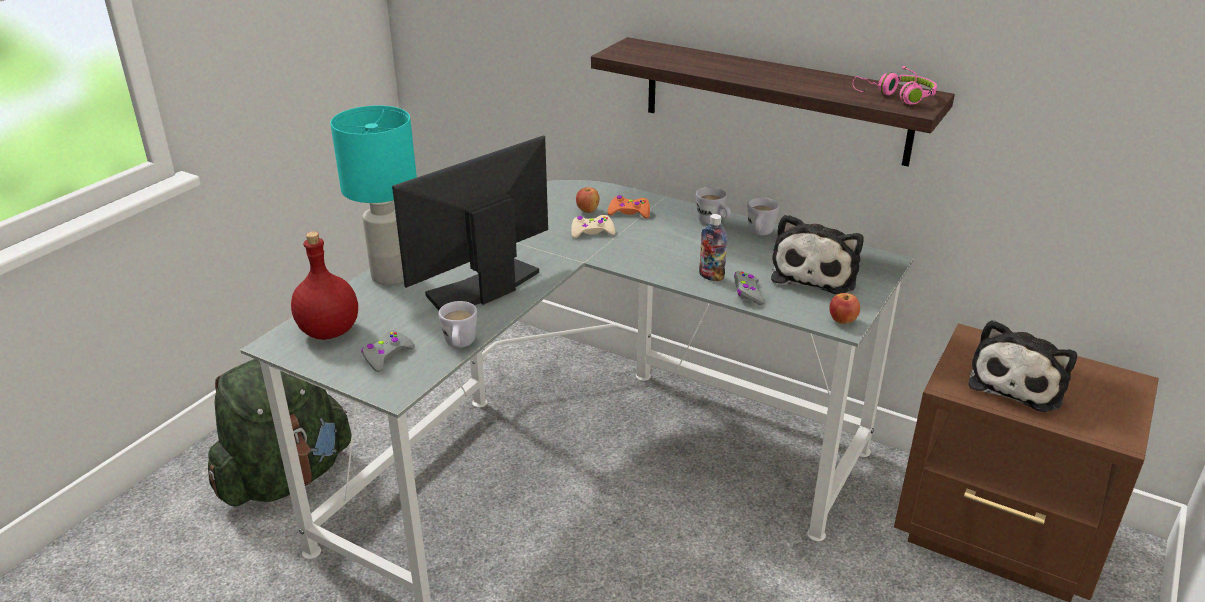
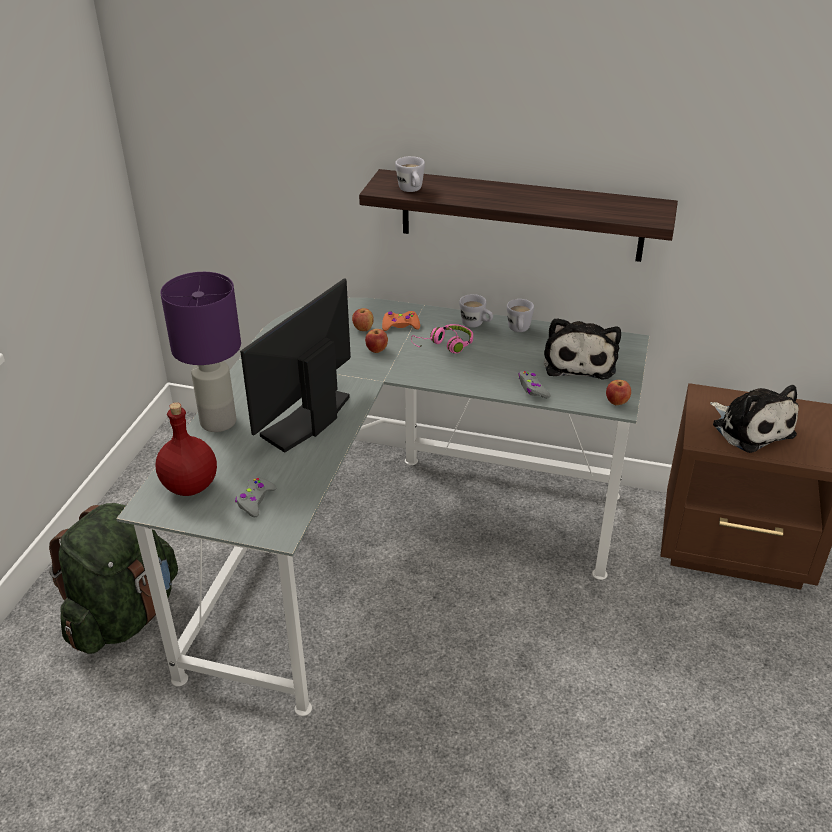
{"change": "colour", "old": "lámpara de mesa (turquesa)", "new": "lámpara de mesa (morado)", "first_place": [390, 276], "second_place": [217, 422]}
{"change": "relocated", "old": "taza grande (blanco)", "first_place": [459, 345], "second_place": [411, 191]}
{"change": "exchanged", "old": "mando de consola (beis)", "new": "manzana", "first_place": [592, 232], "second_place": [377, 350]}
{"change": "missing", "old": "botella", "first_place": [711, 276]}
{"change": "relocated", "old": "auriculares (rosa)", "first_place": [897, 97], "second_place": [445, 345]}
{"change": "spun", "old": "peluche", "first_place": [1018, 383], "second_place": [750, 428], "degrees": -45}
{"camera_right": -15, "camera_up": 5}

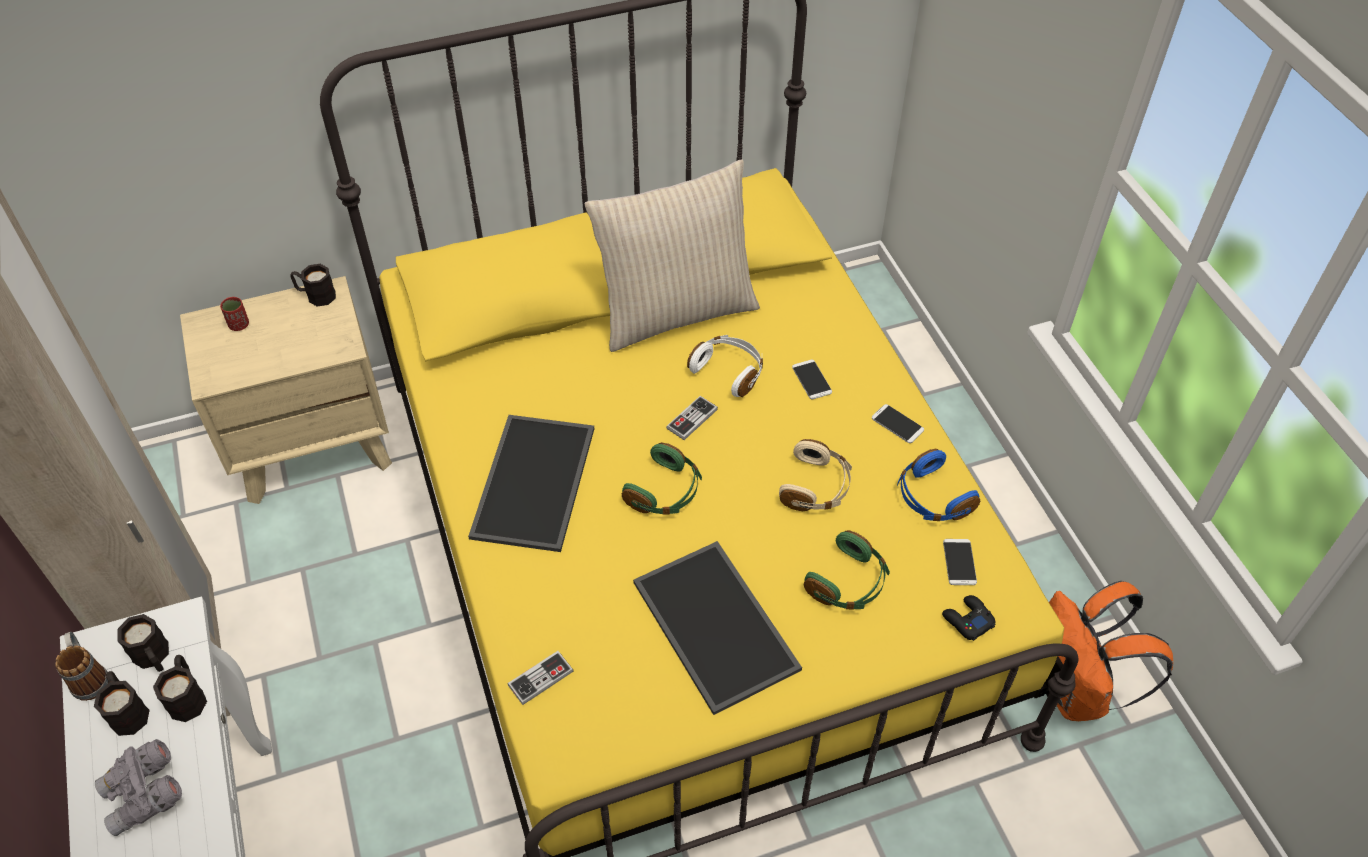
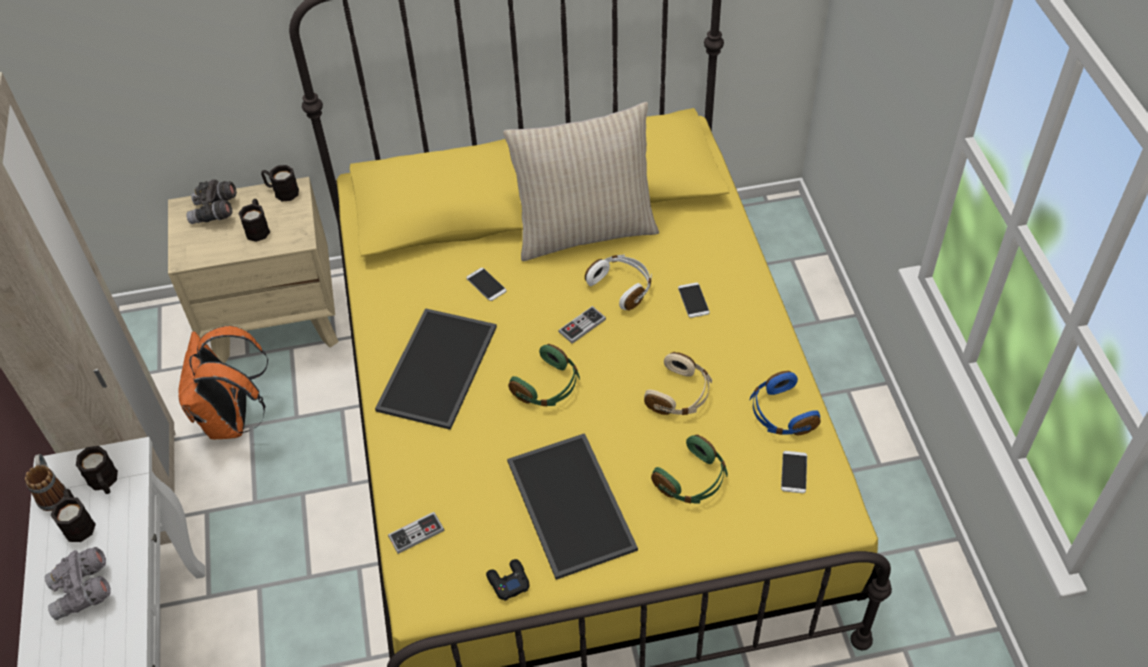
{"change": "relocated", "old": "taza grande (negro)", "first_place": [187, 696], "second_place": [258, 228]}
{"change": "exchanged", "old": "taza (rojo)", "new": "prismáticos (gris)", "first_place": [239, 325], "second_place": [215, 212]}
{"change": "relocated", "old": "móvil", "first_place": [897, 424], "second_place": [486, 284]}
{"change": "relocated", "old": "mando de consola (negro)", "first_place": [967, 620], "second_place": [508, 581]}
{"change": "relocated", "old": "mochila (naranja)", "first_place": [1076, 691], "second_place": [233, 420]}
{"camera_right": 10, "camera_up": 0}

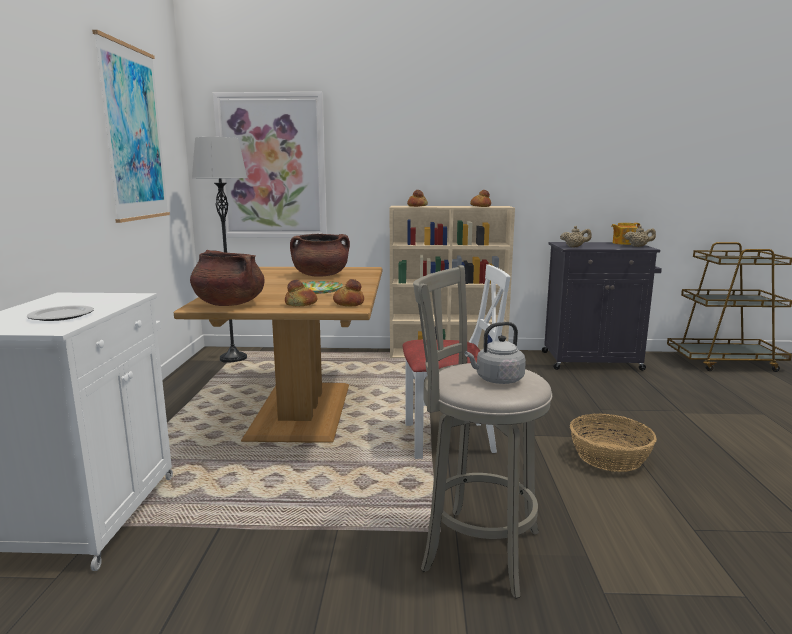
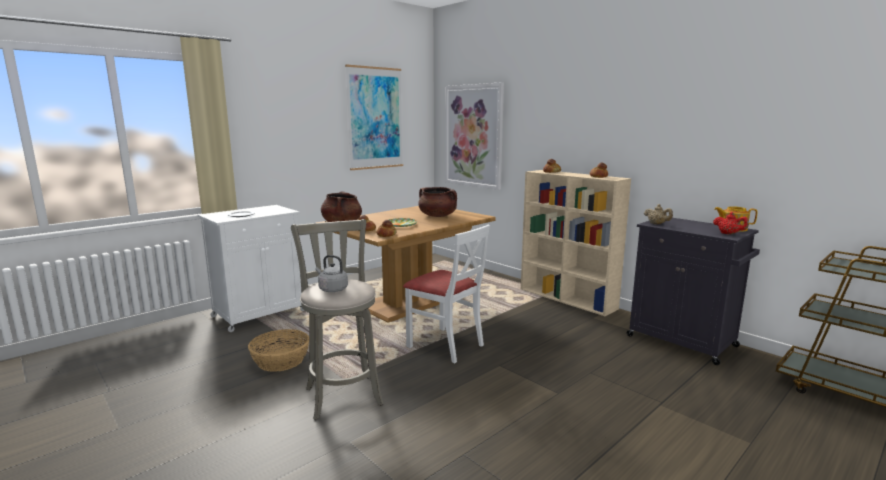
{"change": "missing", "old": "lámpara de pie (gris)", "first_place": [233, 358]}
{"change": "relocated", "old": "cesta", "first_place": [610, 457], "second_place": [281, 361]}
{"change": "colour", "old": "tetera (beis)", "new": "tetera (rojo)", "first_place": [638, 246], "second_place": [729, 234]}
{"camera_right": 45, "camera_up": 0}

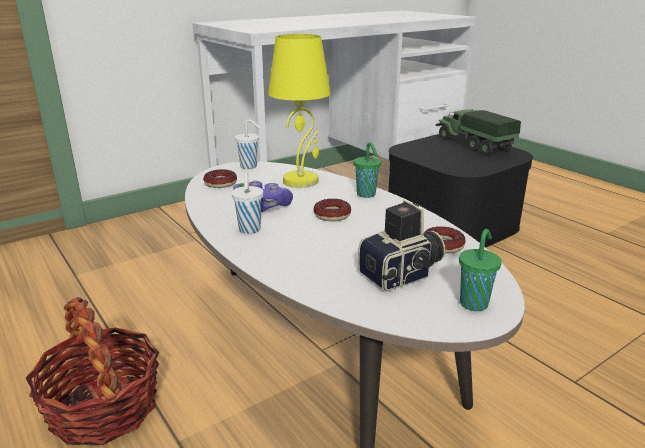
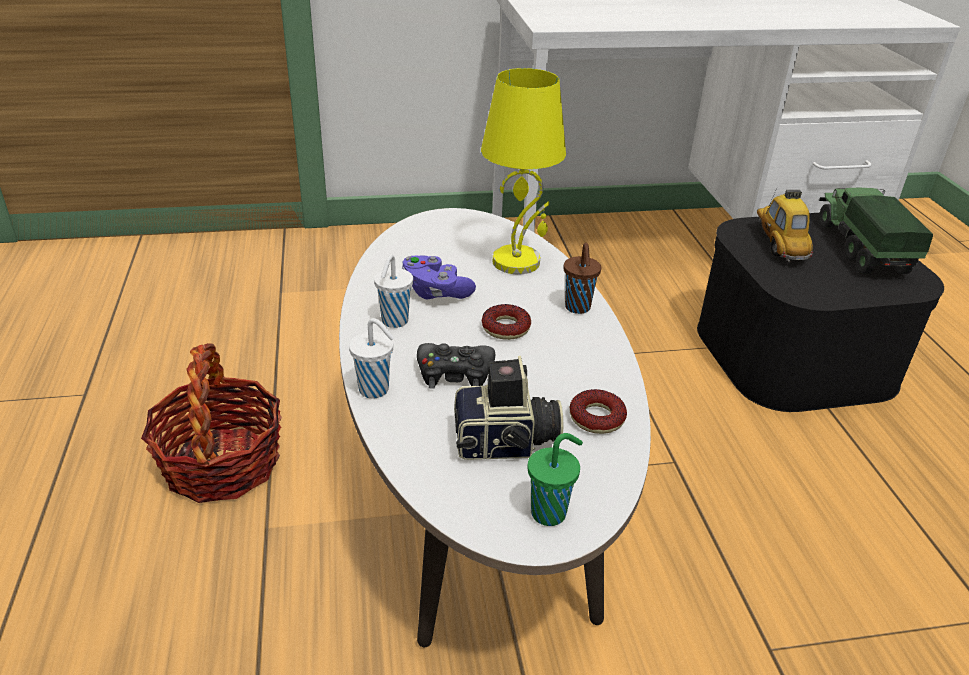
{"change": "missing", "old": "rosquilla", "first_place": [220, 183]}
{"change": "relocated", "old": "taza (blanco)", "first_place": [249, 166], "second_place": [375, 390]}
{"change": "colour", "old": "taza (verde)", "new": "taza (marrón)", "first_place": [367, 195], "second_place": [578, 308]}
{"change": "appeared", "new": "mando de consola (negro)", "second_place": [455, 373]}
{"change": "appeared", "new": "coche de juguete", "second_place": [778, 245]}
{"camera_right": 25, "camera_up": 10}

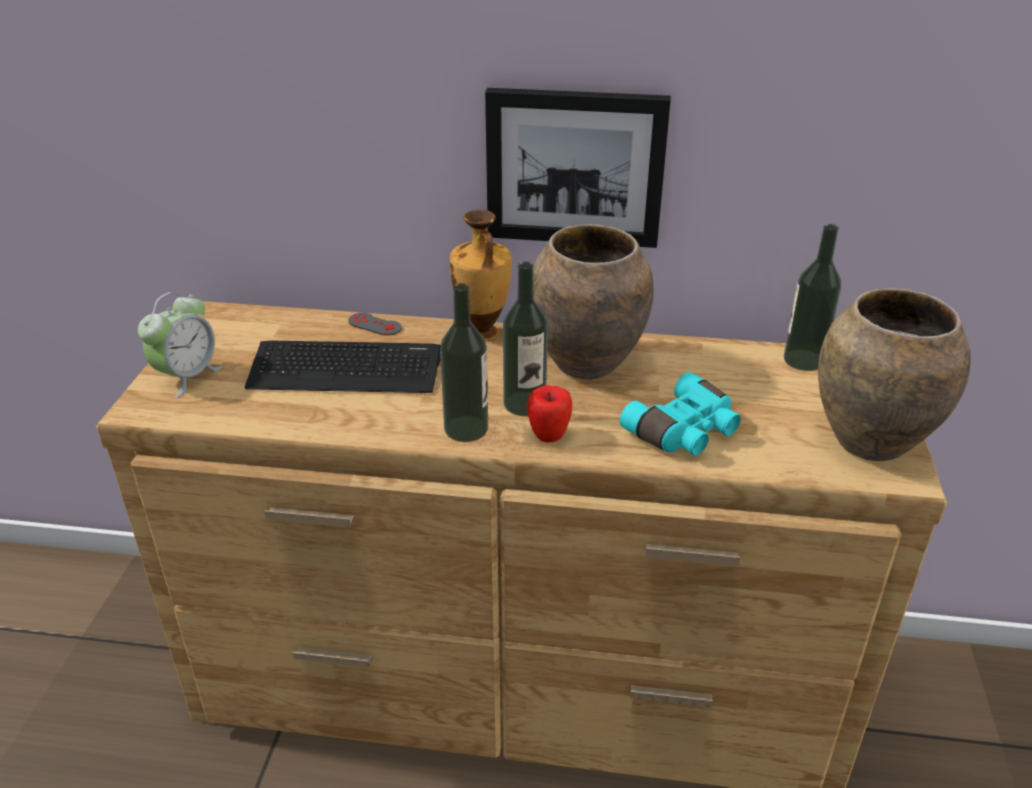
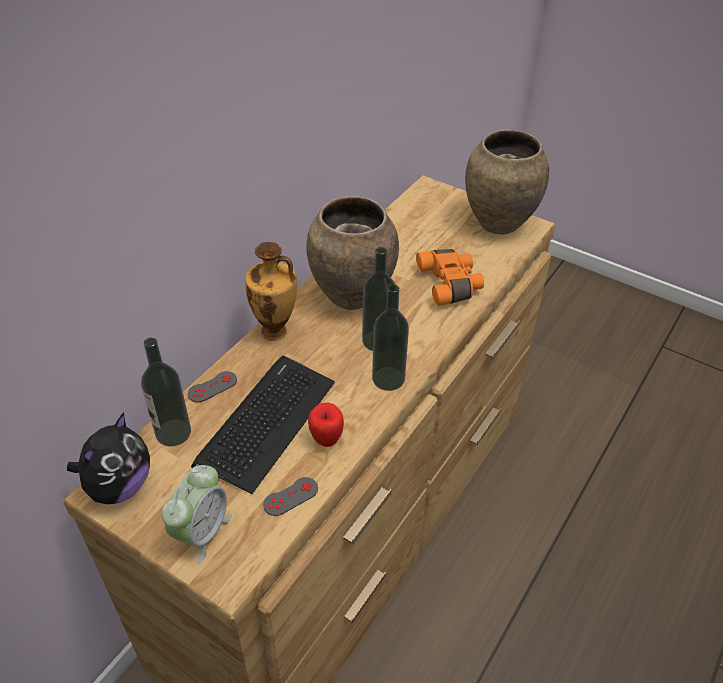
{"change": "spun", "old": "despertador", "first_place": [187, 377], "second_place": [201, 532], "degrees": 60}
{"change": "missing", "old": "cuadro", "first_place": [575, 167]}
{"change": "relocated", "old": "manzana", "first_place": [549, 436], "second_place": [326, 439]}
{"change": "colour", "old": "prismáticos (turquesa)", "new": "prismáticos (naranja)", "first_place": [685, 432], "second_place": [450, 284]}
{"change": "relocated", "old": "botella", "first_place": [803, 360], "second_place": [173, 432]}
{"change": "appeared", "new": "peluche", "second_place": [119, 486]}
{"change": "appeared", "new": "mando de consola (gris)", "second_place": [291, 496]}
{"camera_right": -65, "camera_up": 10}

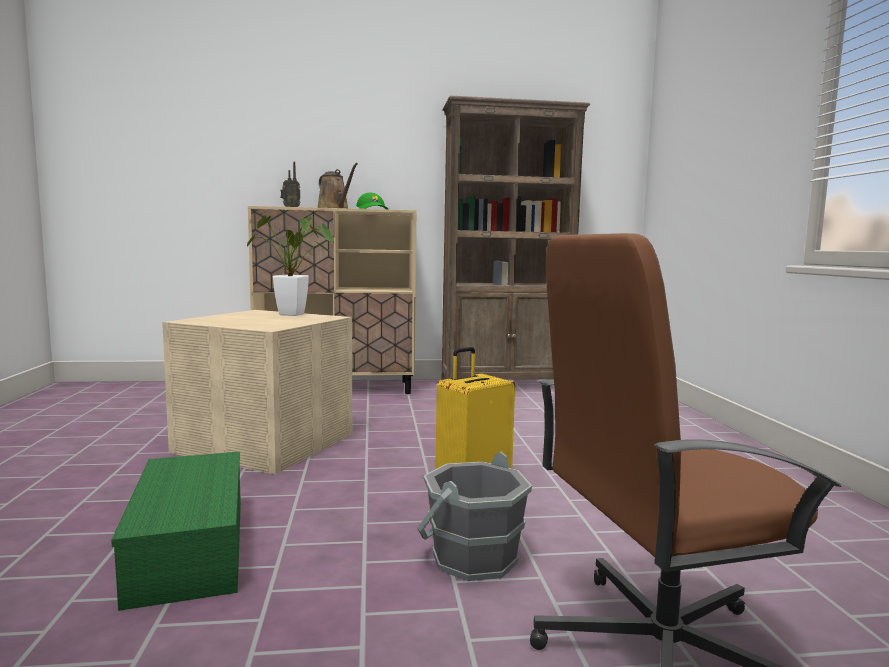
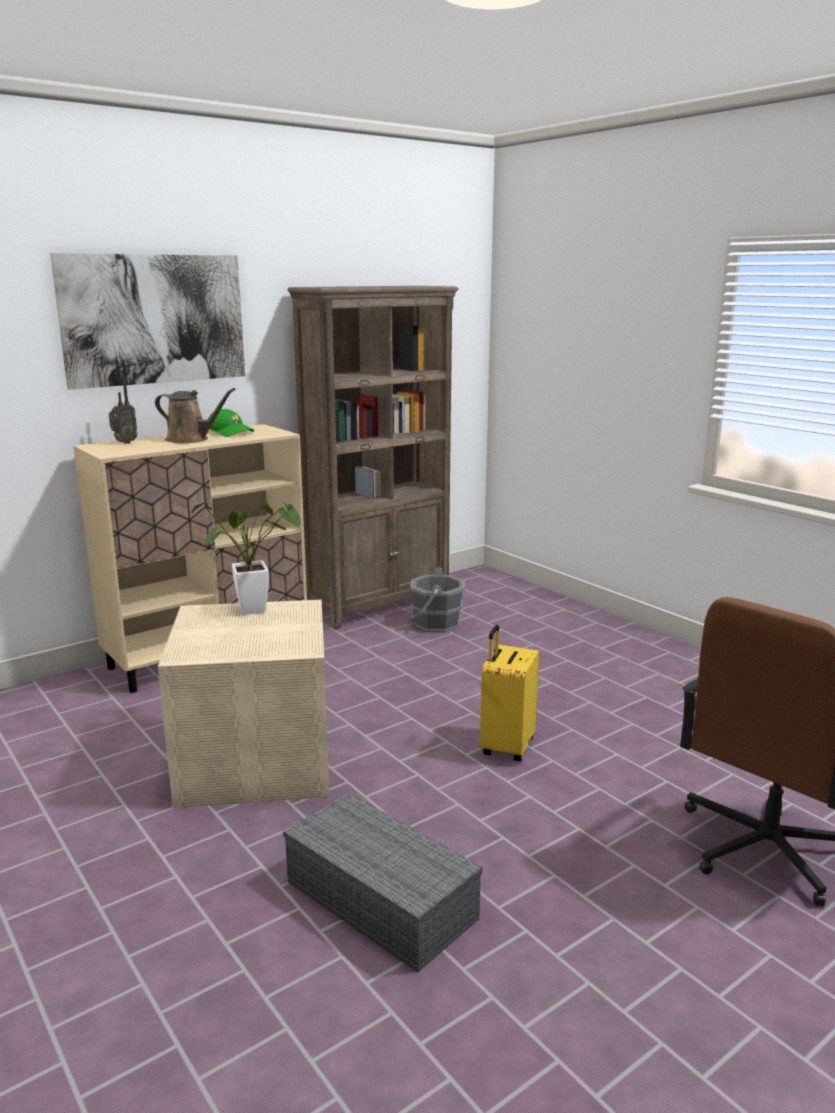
{"change": "colour", "old": "caja de almacenaje (verde)", "new": "caja de almacenaje (gris)", "first_place": [192, 549], "second_place": [384, 900]}
{"change": "relocated", "old": "cubo (gris)", "first_place": [472, 557], "second_place": [436, 624]}
{"change": "appeared", "new": "cuadro", "second_place": [154, 319]}
{"camera_right": -30, "camera_up": 10}

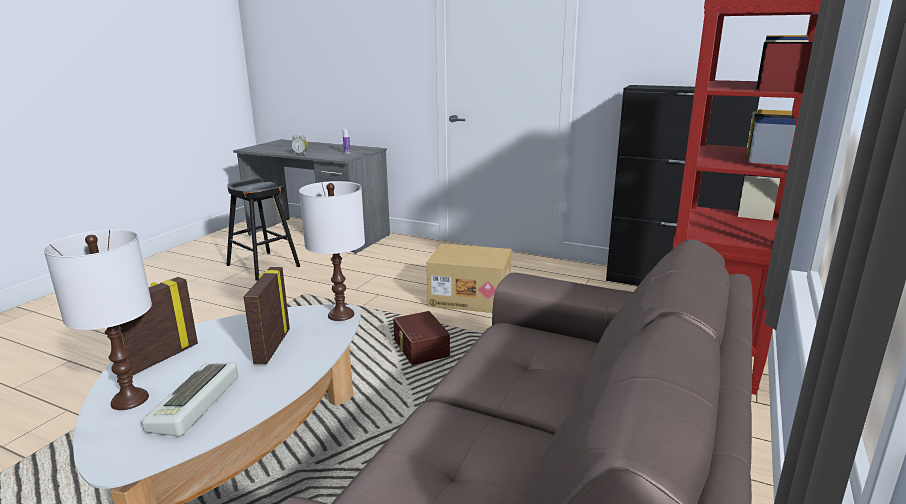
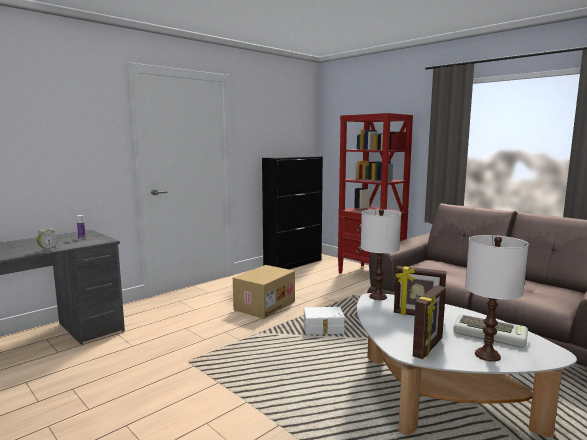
{"change": "spun", "old": "portarretratos", "first_place": [161, 358], "second_place": [428, 348], "degrees": -105}
{"change": "missing", "old": "taburete (negro)", "first_place": [263, 266]}
{"change": "colour", "old": "caja de almacenaje (marrón)", "new": "caja de almacenaje (blanco)", "first_place": [420, 349], "second_place": [323, 329]}
{"camera_right": -70, "camera_up": -10}

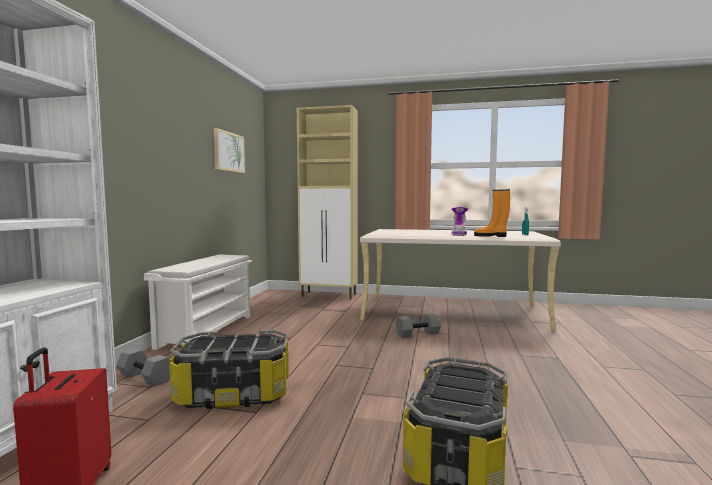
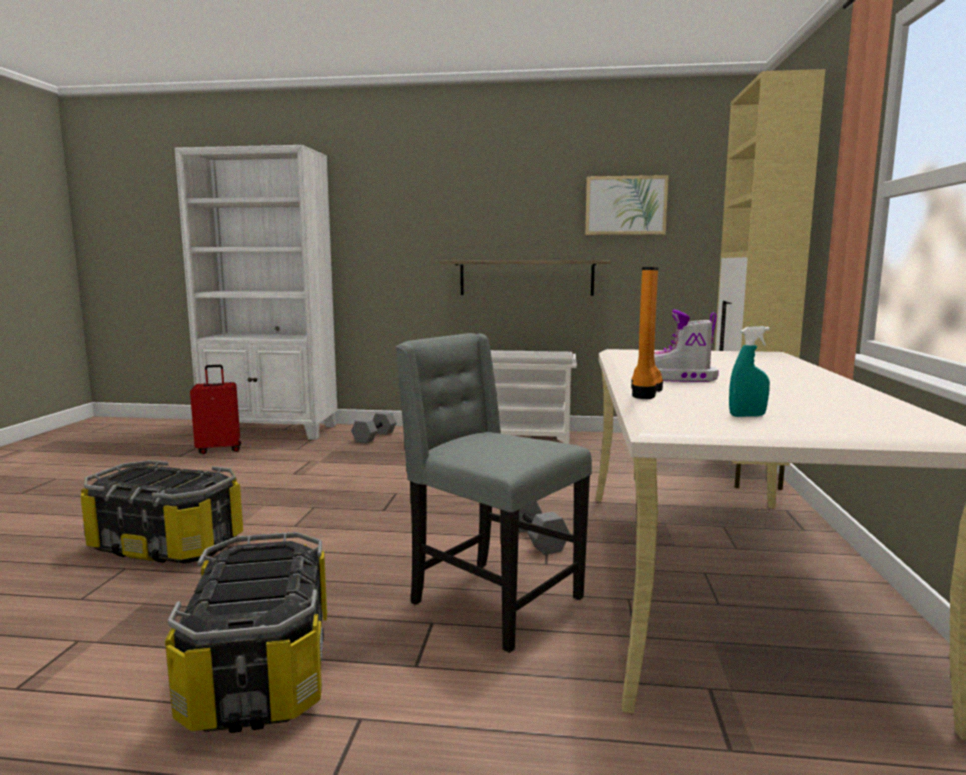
{"change": "relocated", "old": "caja de almacenaje", "first_place": [233, 395], "second_place": [259, 671]}
{"change": "appeared", "new": "silla (gris)", "second_place": [492, 601]}
{"change": "appeared", "new": "estante", "second_place": [526, 278]}
{"camera_right": 85, "camera_up": 5}

